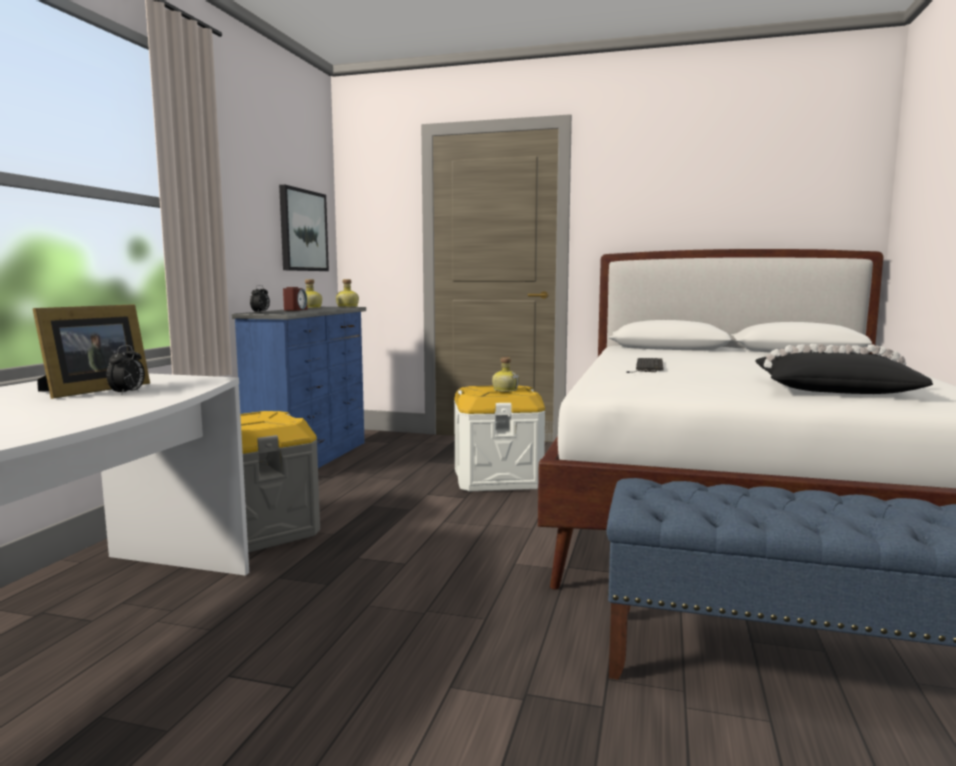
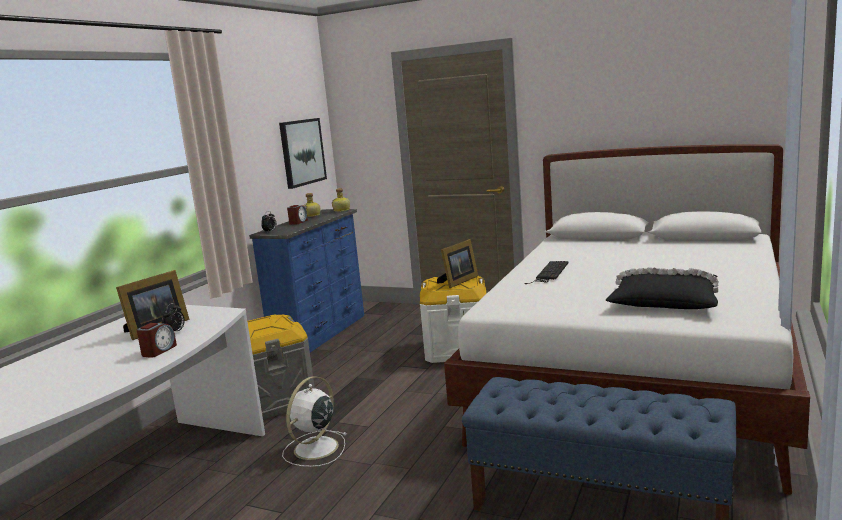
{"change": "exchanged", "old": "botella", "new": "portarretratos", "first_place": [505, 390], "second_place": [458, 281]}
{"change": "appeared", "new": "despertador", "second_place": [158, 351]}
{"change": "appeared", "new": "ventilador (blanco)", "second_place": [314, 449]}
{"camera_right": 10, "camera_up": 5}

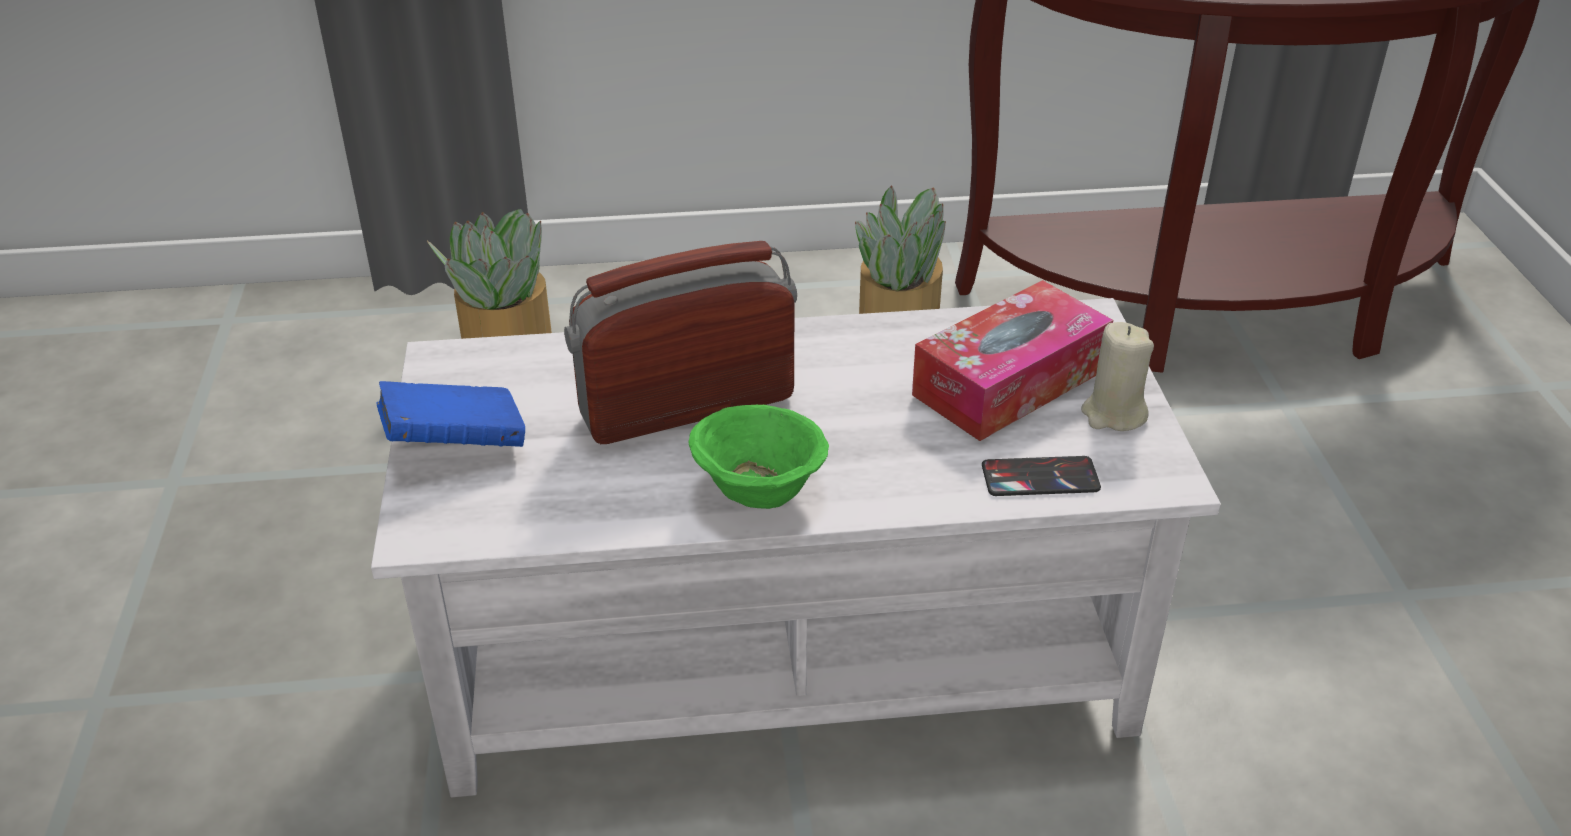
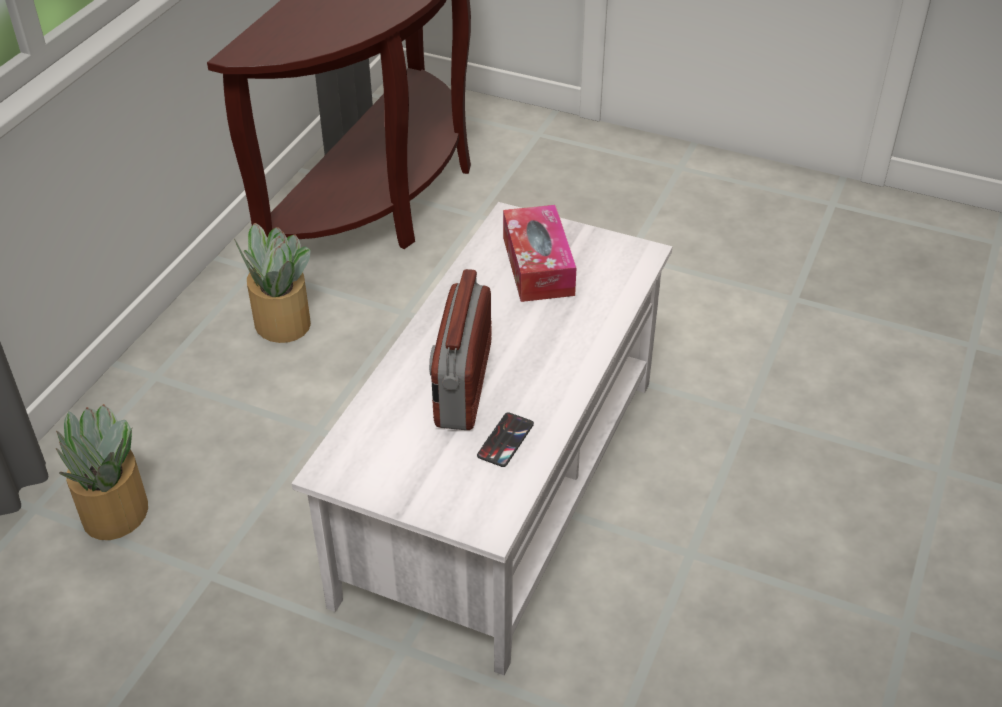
{"change": "missing", "old": "libro (azul)", "first_place": [455, 444]}
{"change": "missing", "old": "cuenco (verde)", "first_place": [757, 493]}
{"change": "relocated", "old": "móvil", "first_place": [1040, 477], "second_place": [505, 440]}
{"change": "missing", "old": "vela (beis)", "first_place": [1113, 414]}
{"camera_right": -60, "camera_up": 5}

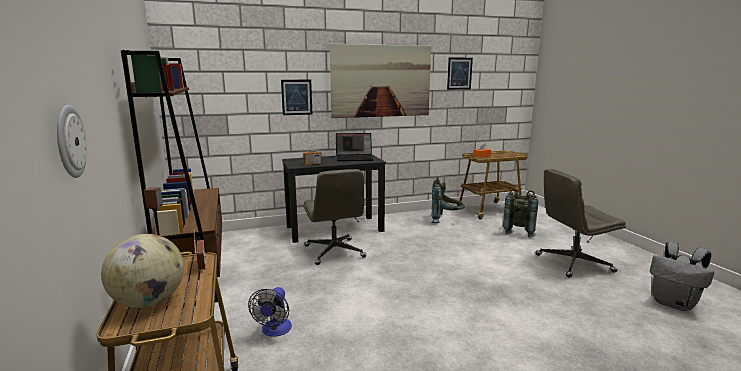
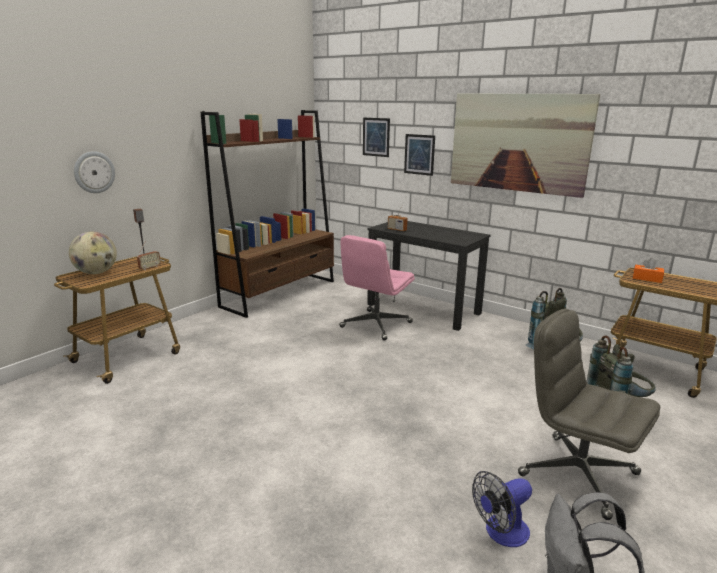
{"change": "relocated", "old": "ventilador", "first_place": [275, 331], "second_place": [501, 533]}
{"change": "colour", "old": "silla de oficina (gris)", "new": "silla de oficina (rosa)", "first_place": [335, 252], "second_place": [376, 325]}
{"change": "missing", "old": "portátil", "first_place": [355, 158]}
{"change": "relocated", "old": "cuadro", "first_place": [459, 73], "second_place": [376, 137]}
{"camera_right": 55, "camera_up": 5}

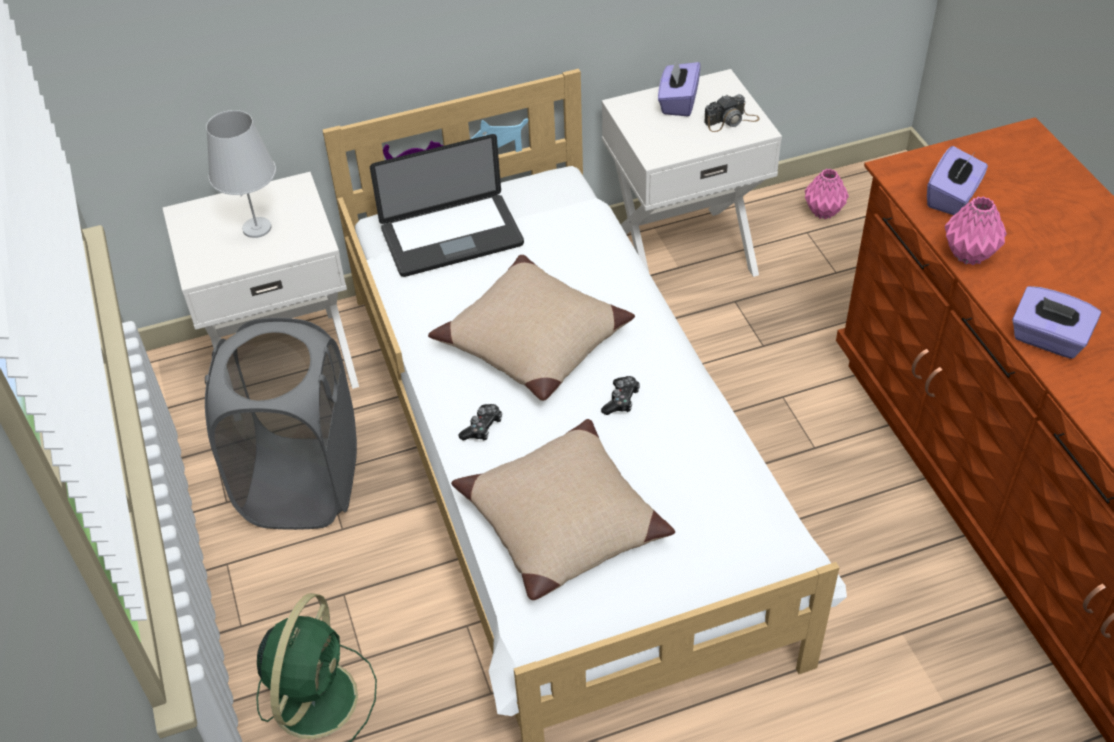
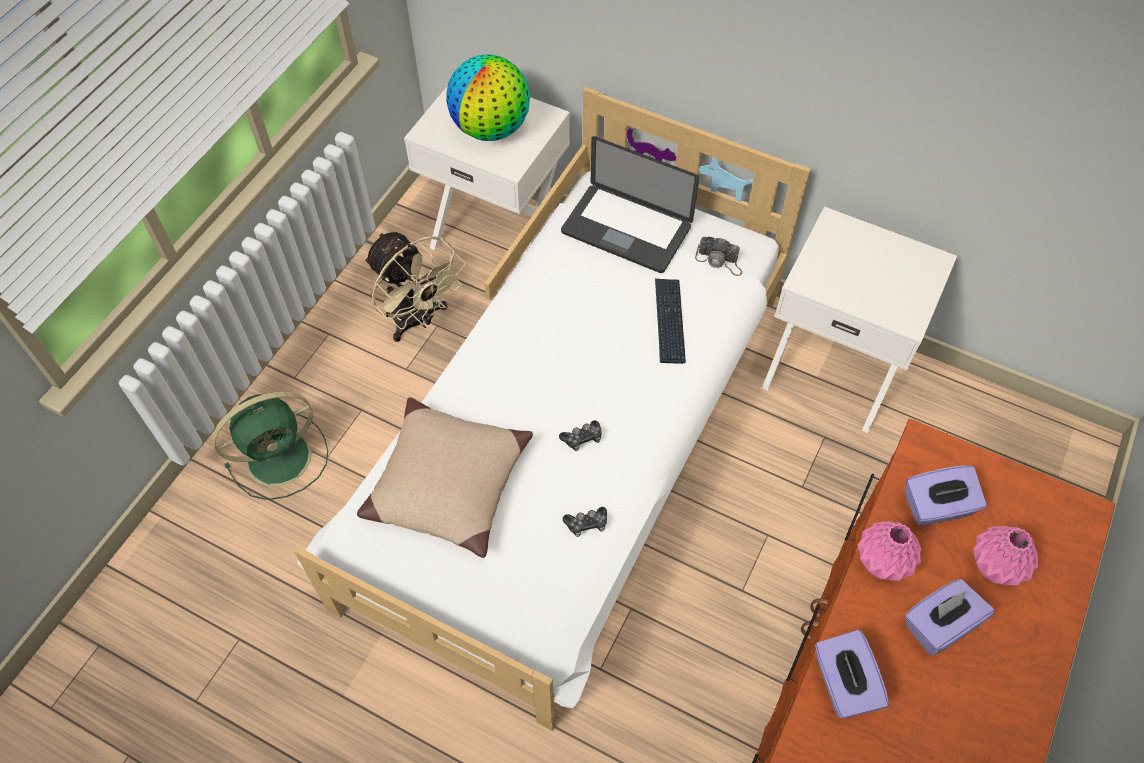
{"change": "exchanged", "old": "cesto de la ropa (gris)", "new": "ventilador (beis)", "first_place": [301, 483], "second_place": [418, 320]}
{"change": "exchanged", "old": "lámpara de mesa (blanco)", "new": "globo terráqueo", "first_place": [257, 228], "second_place": [491, 128]}
{"change": "missing", "old": "cojín (beis)", "first_place": [532, 341]}
{"change": "relocated", "old": "mando de consola", "first_place": [482, 427], "second_place": [586, 524]}
{"change": "relocated", "old": "caja de pañuelos (morado)", "first_place": [678, 102], "second_place": [939, 625]}
{"change": "relocated", "old": "cámara", "first_place": [731, 120], "second_place": [719, 261]}
{"change": "relocated", "old": "florero (rosa)", "first_place": [823, 212], "second_place": [993, 567]}
{"change": "appeared", "new": "teclado", "second_place": [669, 321]}
{"camera_right": 45, "camera_up": 10}

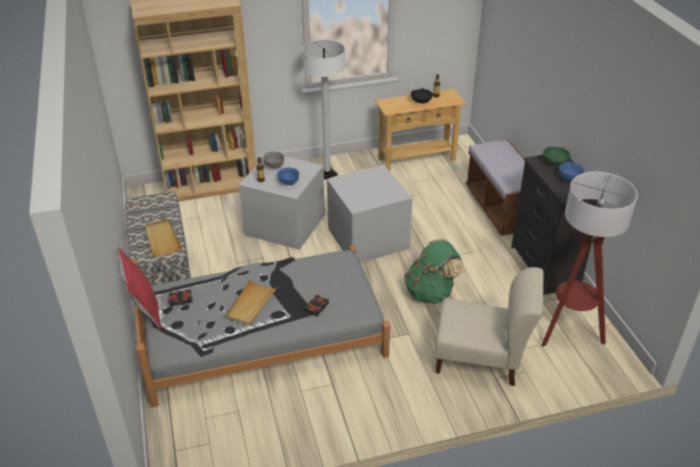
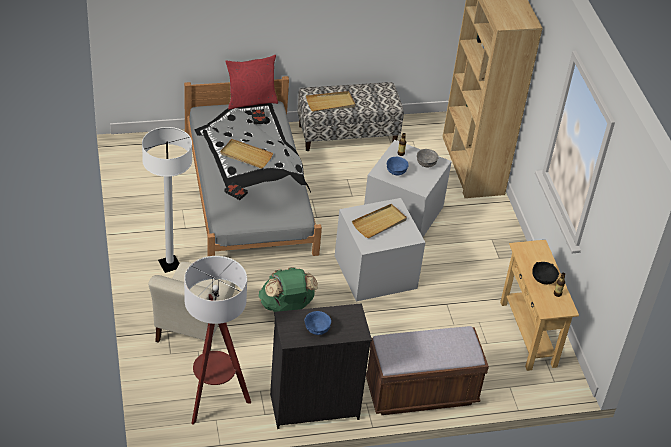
{"change": "relocated", "old": "lámpara de pie (blanco)", "first_place": [327, 174], "second_place": [169, 264]}
{"change": "missing", "old": "cuenco (verde)", "first_place": [555, 161]}
{"change": "appeared", "new": "bandeja (beis)", "second_place": [379, 222]}
{"camera_right": 90, "camera_up": 5}

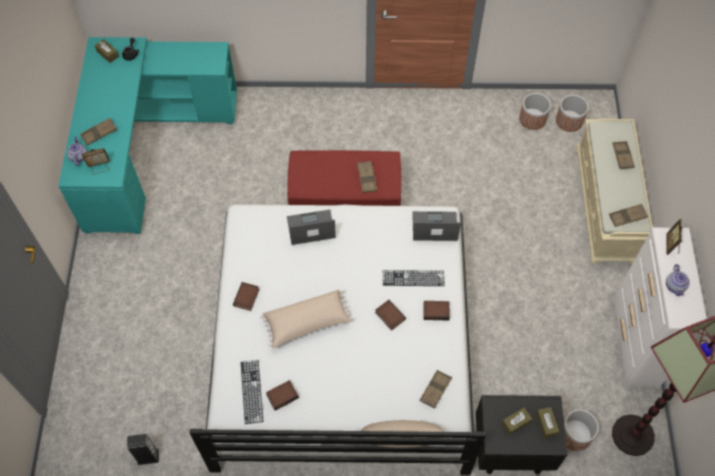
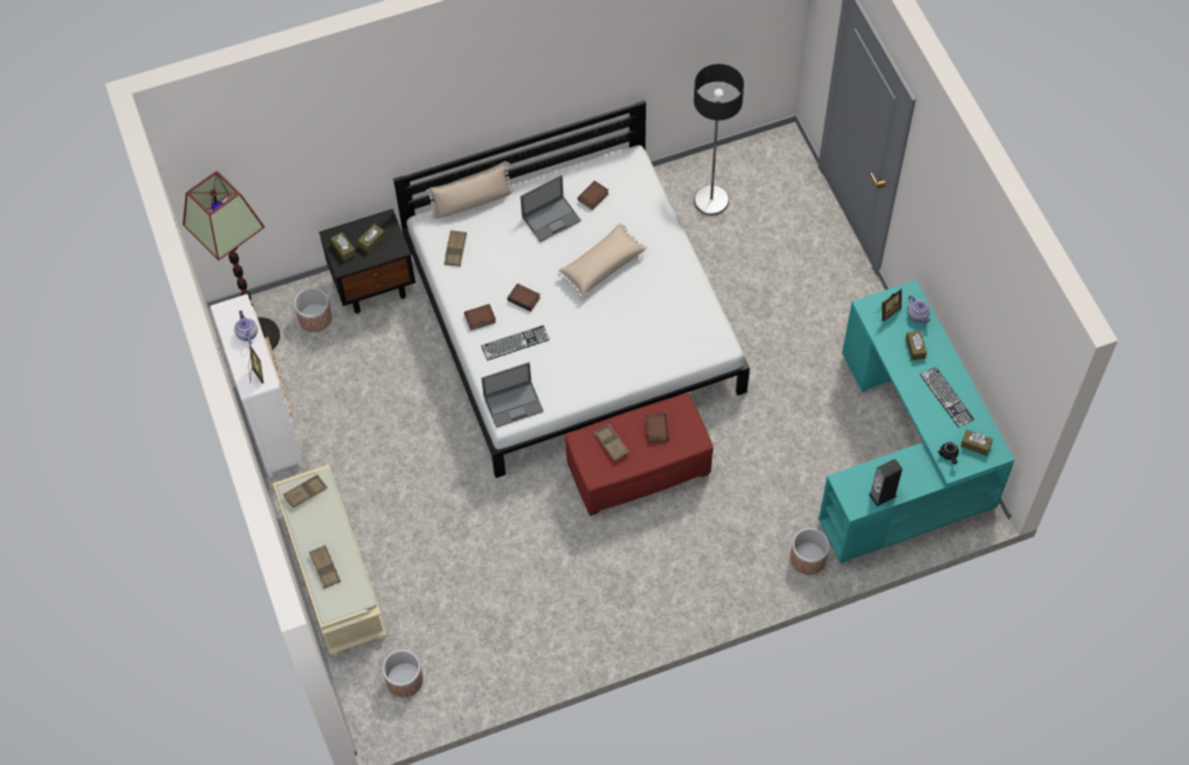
{"change": "exchanged", "old": "bandeja (marrón)", "new": "caja de pañuelos (marrón)", "first_place": [99, 133], "second_place": [915, 348]}
{"change": "relocated", "old": "altavoz", "first_place": [148, 456], "second_place": [882, 495]}
{"change": "relocated", "old": "libro", "first_place": [247, 298], "second_place": [655, 429]}
{"change": "relocated", "old": "teclado", "first_place": [251, 391], "second_place": [947, 397]}
{"change": "relocated", "old": "portátil", "first_place": [310, 228], "second_place": [551, 218]}
{"change": "relocated", "old": "maceta", "first_place": [532, 119], "second_place": [808, 558]}
{"change": "appeared", "new": "lámpara de pie", "second_place": [711, 201]}
{"camera_right": 160, "camera_up": 0}

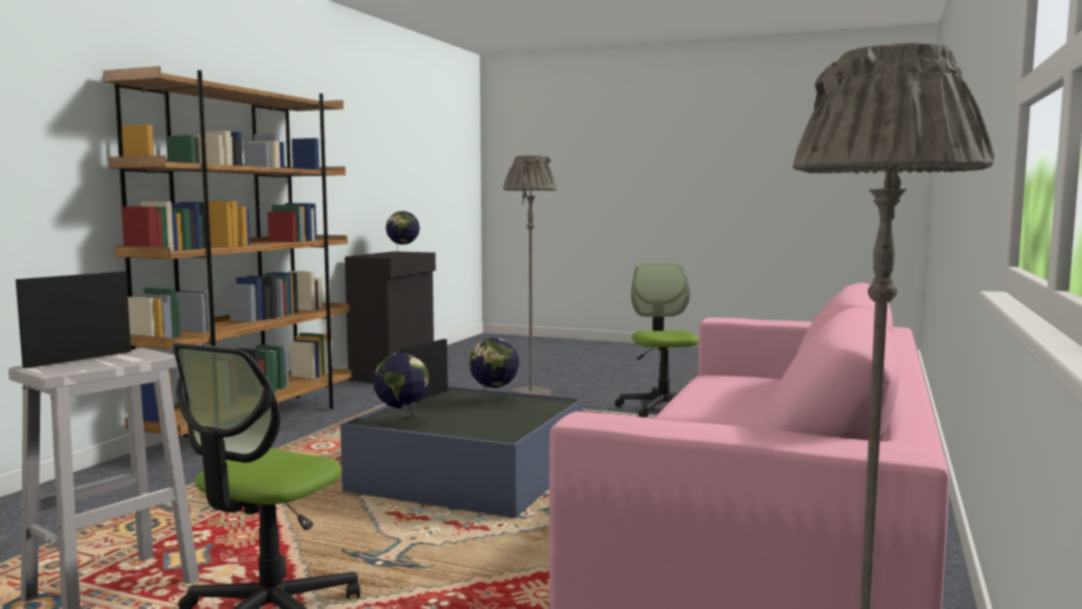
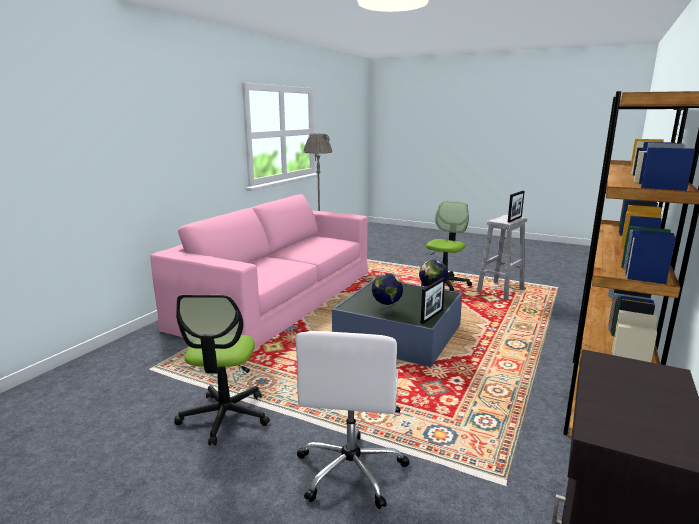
{"change": "missing", "old": "globo terráqueo", "first_place": [403, 253]}
{"change": "exchanged", "old": "lámpara de pie (gris)", "new": "silla de oficina (blanco)", "first_place": [530, 393], "second_place": [351, 470]}
{"camera_right": -175, "camera_up": 10}

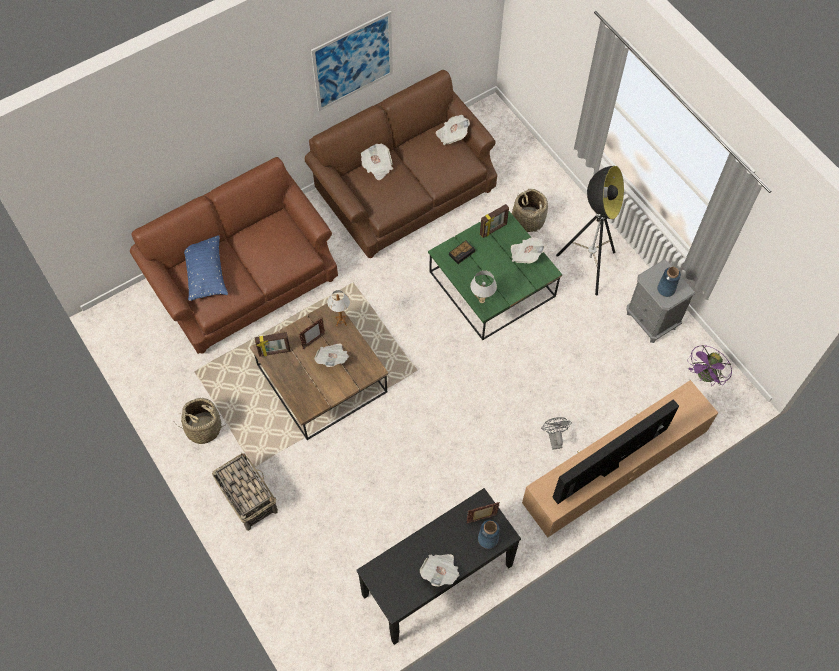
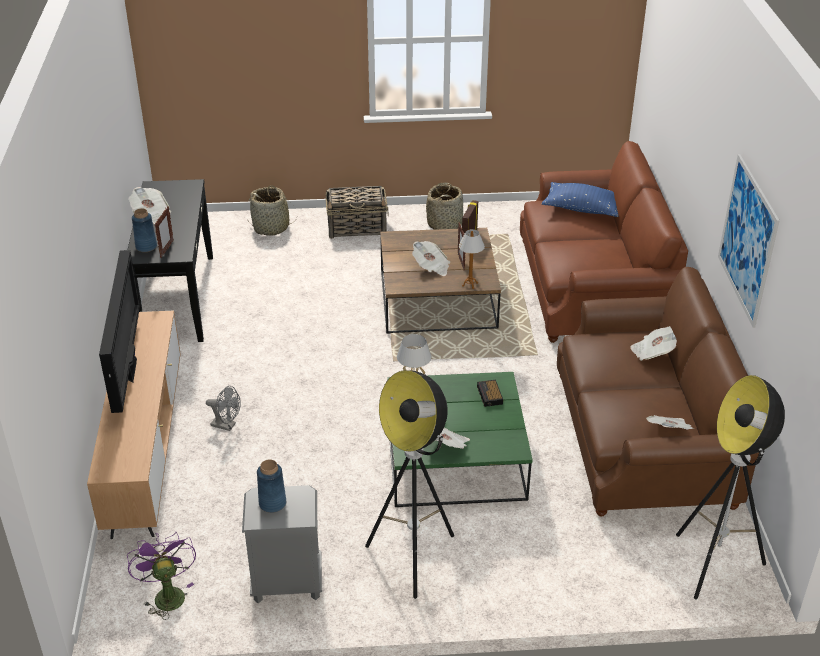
{"change": "missing", "old": "portarretratos", "first_place": [493, 230]}
{"change": "relocated", "old": "cesta", "first_place": [527, 220], "second_place": [271, 227]}
{"change": "appeared", "new": "lámpara de pie", "second_place": [715, 566]}
{"camera_right": 120, "camera_up": -25}

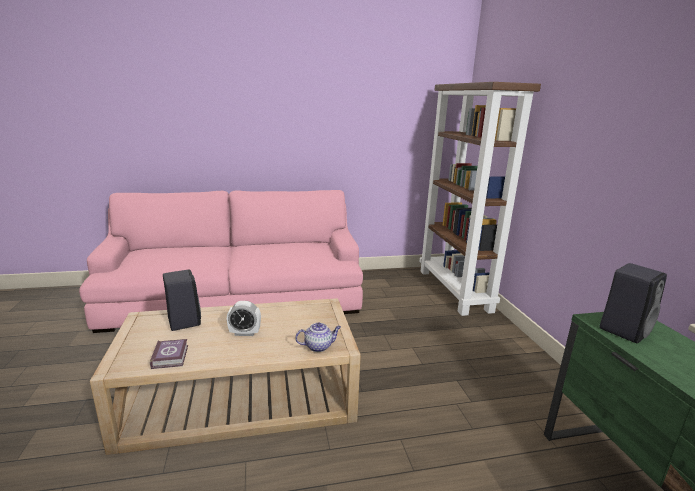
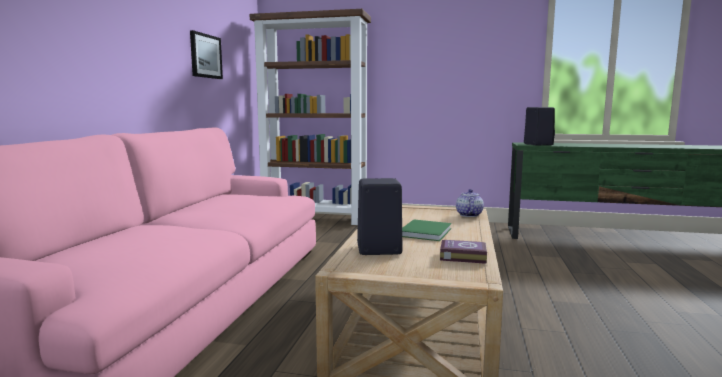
{"change": "exchanged", "old": "despertador", "new": "libro (verde)", "first_place": [244, 333], "second_place": [426, 232]}
{"change": "appeared", "new": "cuadro", "second_place": [205, 56]}
{"camera_right": -65, "camera_up": -10}

